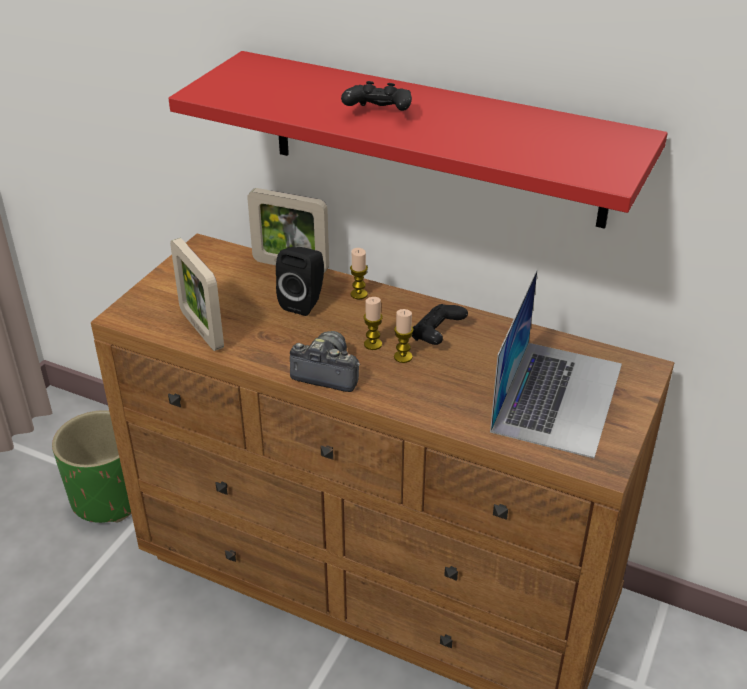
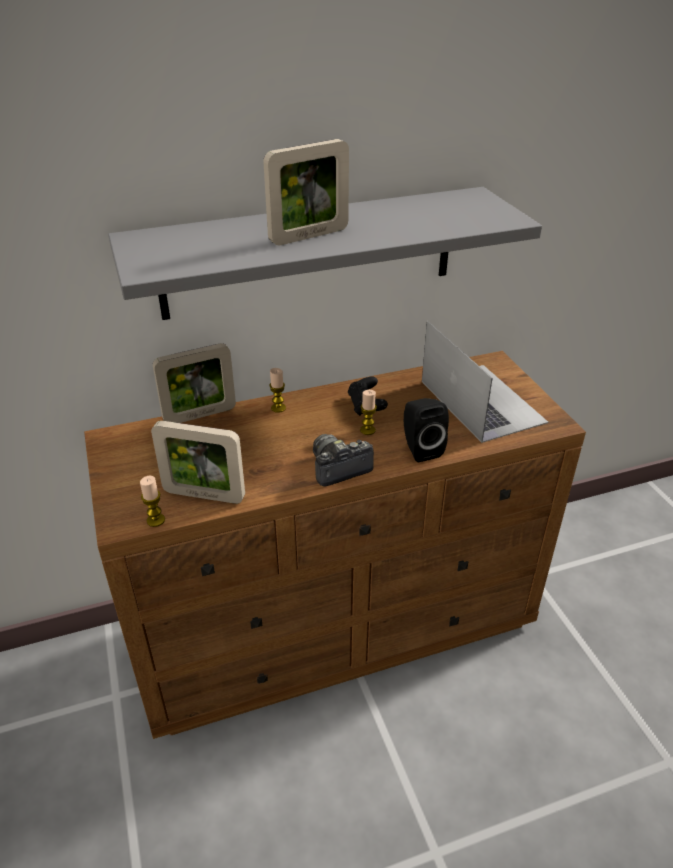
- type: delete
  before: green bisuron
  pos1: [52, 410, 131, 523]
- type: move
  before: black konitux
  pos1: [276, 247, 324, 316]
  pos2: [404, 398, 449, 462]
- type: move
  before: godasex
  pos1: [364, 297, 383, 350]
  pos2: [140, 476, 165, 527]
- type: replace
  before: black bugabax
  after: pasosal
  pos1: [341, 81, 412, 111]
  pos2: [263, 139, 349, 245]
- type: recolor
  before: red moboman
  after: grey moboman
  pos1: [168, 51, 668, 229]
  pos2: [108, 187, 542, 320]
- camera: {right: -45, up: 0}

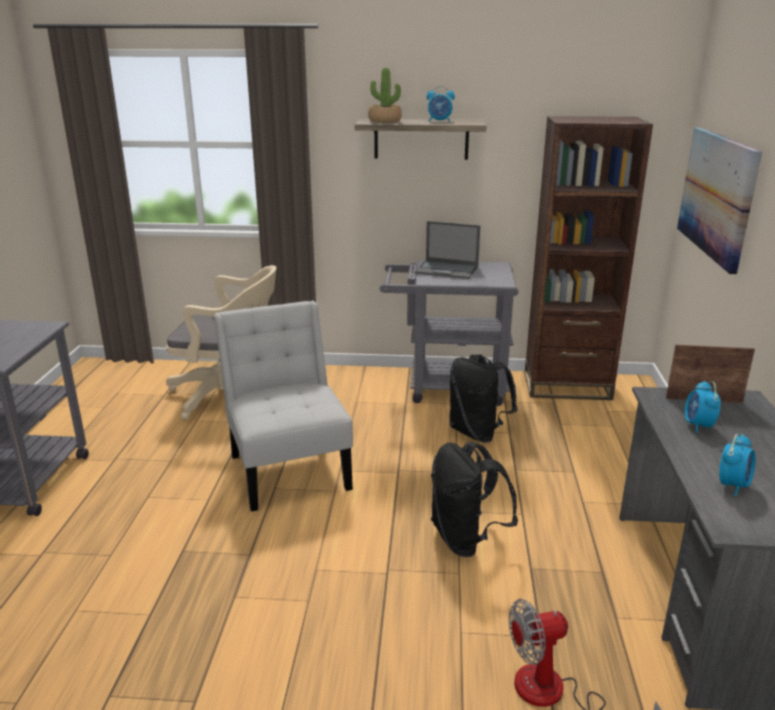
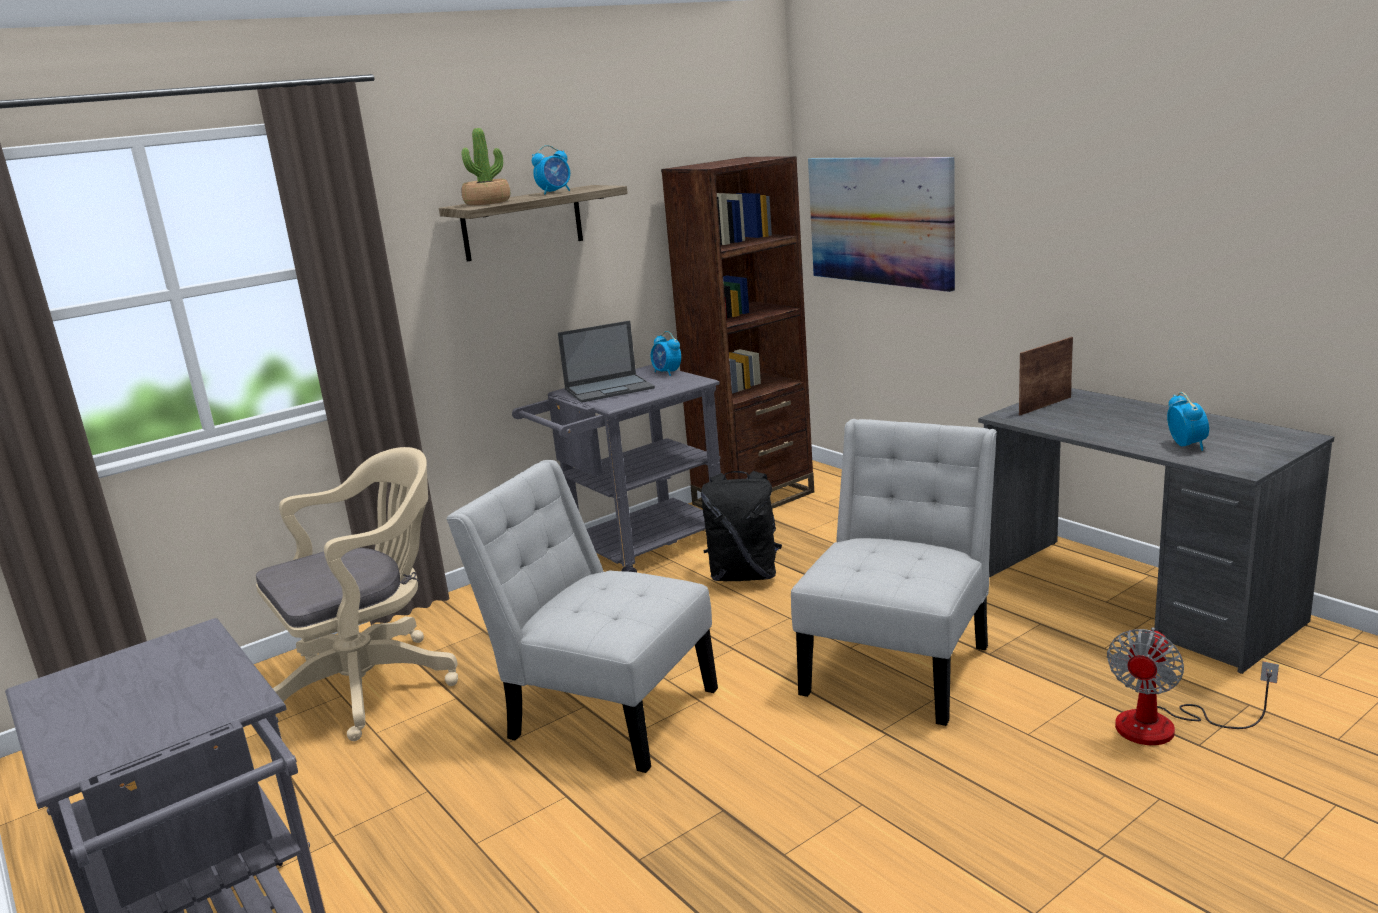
- type: move
  before: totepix
  pos1: [685, 381, 721, 433]
  pos2: [651, 331, 681, 376]
- type: replace
  before: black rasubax
  after: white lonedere
  pos1: [431, 442, 518, 557]
  pos2: [791, 419, 997, 726]
- camera: {right: -40, up: -5}

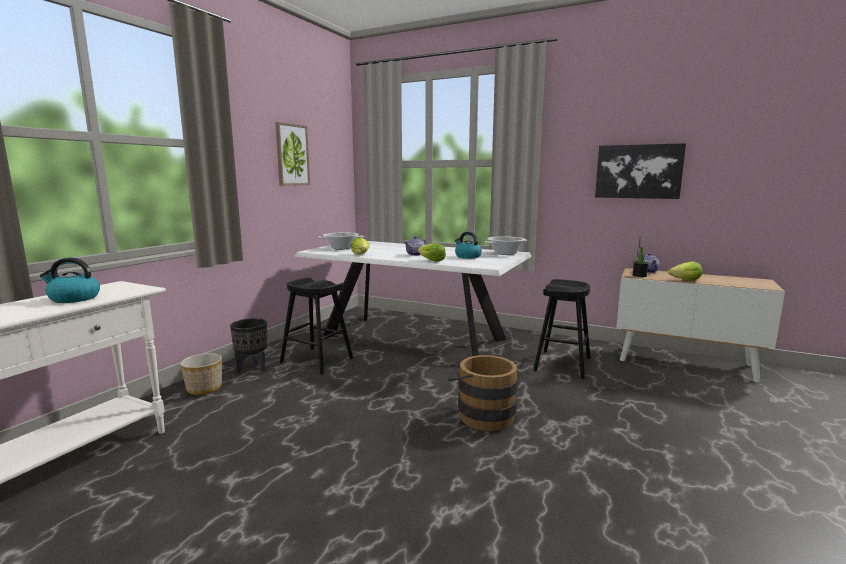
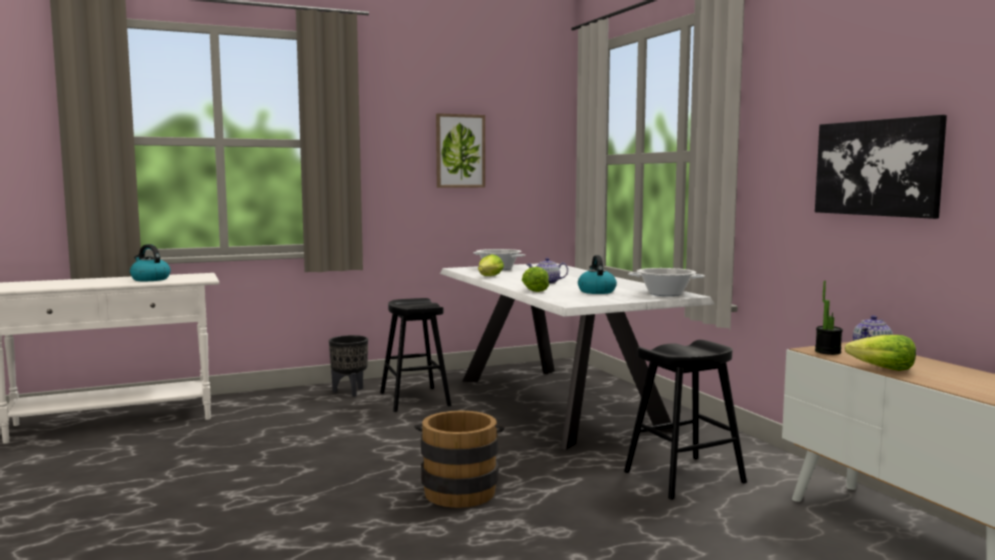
- type: delete
  before: bisuron
  pos1: [180, 353, 222, 395]
- camera: {right: 40, up: -5}

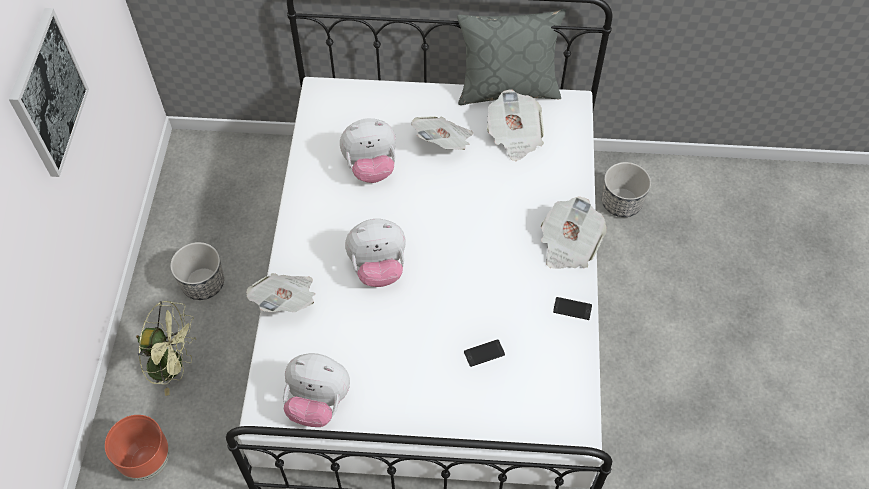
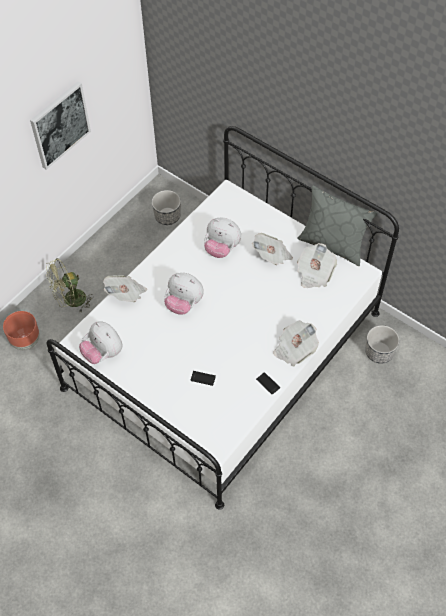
- type: move
  before: bisuron
  pos1: [170, 242, 224, 300]
  pos2: [152, 190, 181, 225]
- type: rotate
  before: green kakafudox
  pos1: [136, 301, 196, 396]
  pos2: [46, 258, 93, 313]
  turn: 105
- camera: {right: 35, up: 0}

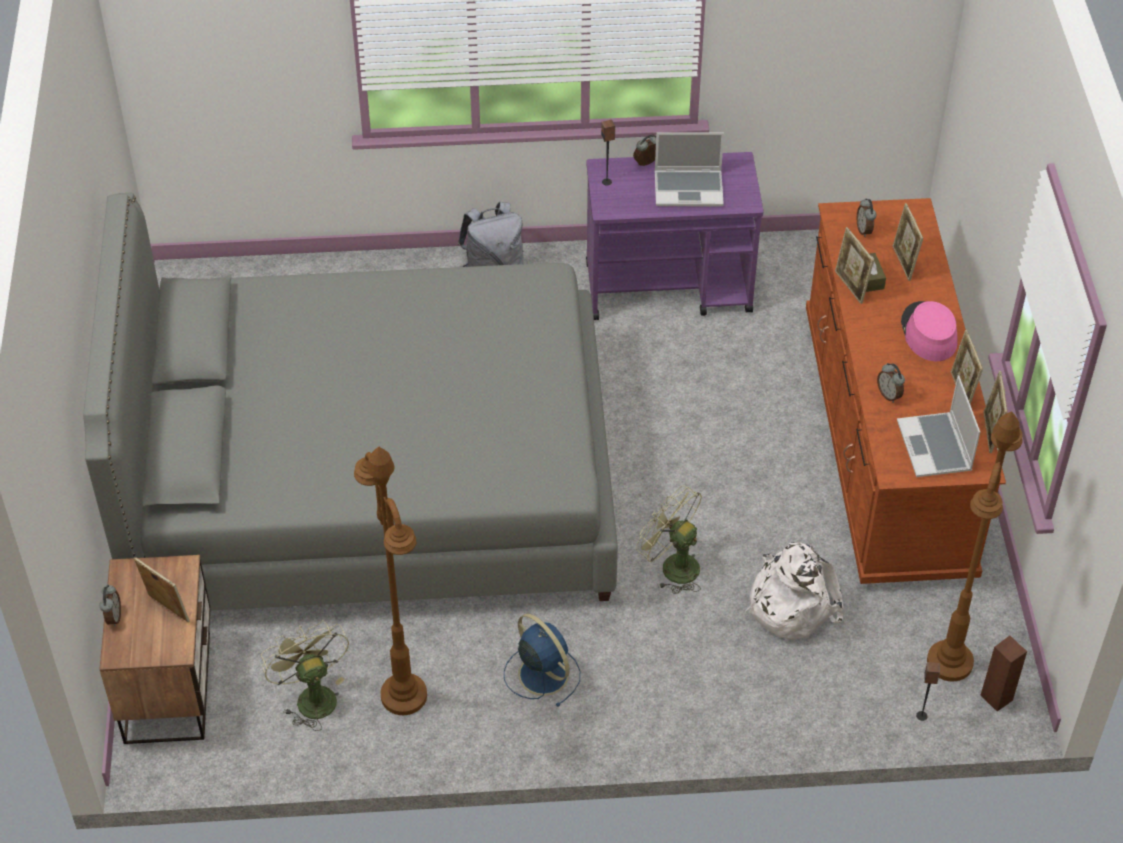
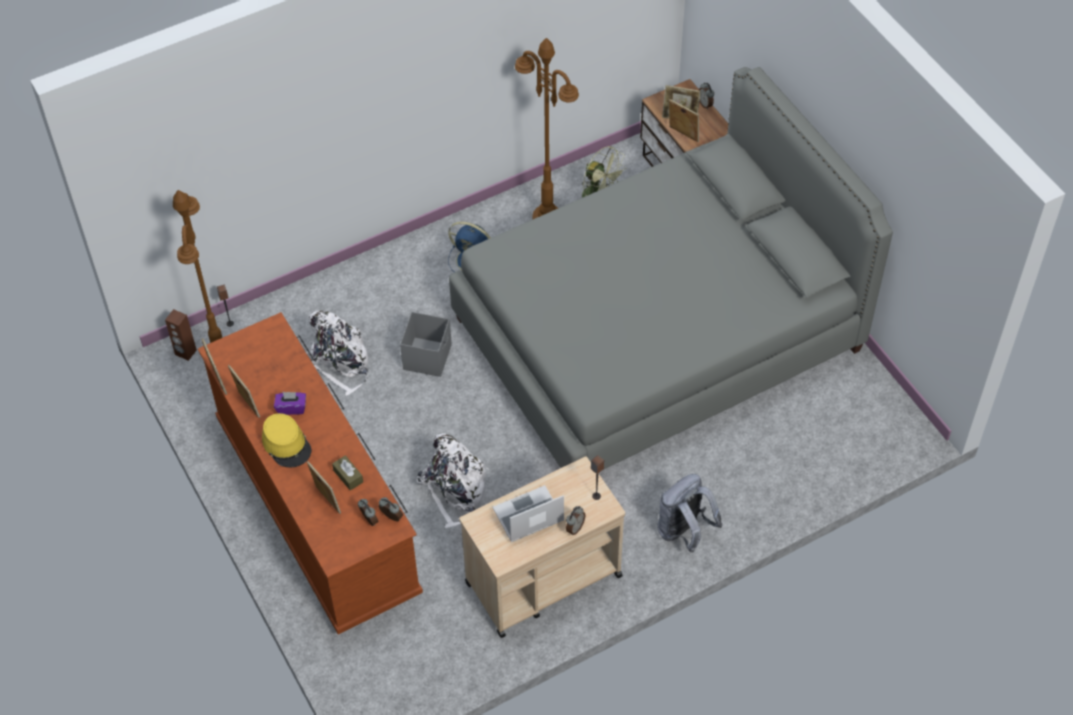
- type: delete
  before: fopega
  pos1: [897, 375, 980, 477]
- type: insert
  after: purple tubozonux
  pos2: [274, 392, 306, 415]
- type: insert
  after: white rasubax
  pos2: [417, 433, 489, 528]
- type: move
  before: pasosal
  pos1: [835, 227, 874, 304]
  pos2: [669, 99, 699, 142]
- type: move
  before: totepix
  pos1: [877, 363, 905, 403]
  pos2: [378, 497, 403, 521]
- type: replace
  before: green kakafudox
  after: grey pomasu
  pos1: [636, 485, 702, 594]
  pos2: [400, 312, 452, 377]
- type: recolor
  before: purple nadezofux
  after: beige nadezofux
  pos1: [586, 152, 763, 320]
  pos2: [459, 457, 625, 638]
- type: recolor
  before: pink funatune
  after: yellow funatune
  pos1: [901, 301, 958, 361]
  pos2: [262, 413, 312, 468]
- camera: {right: 155, up: 5}

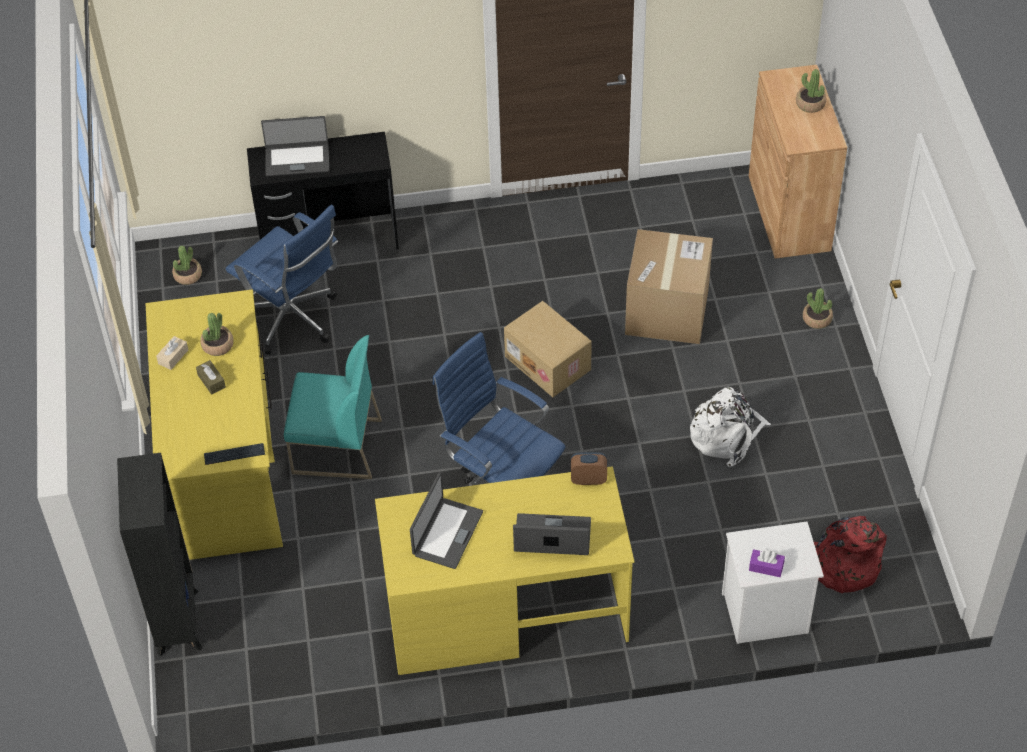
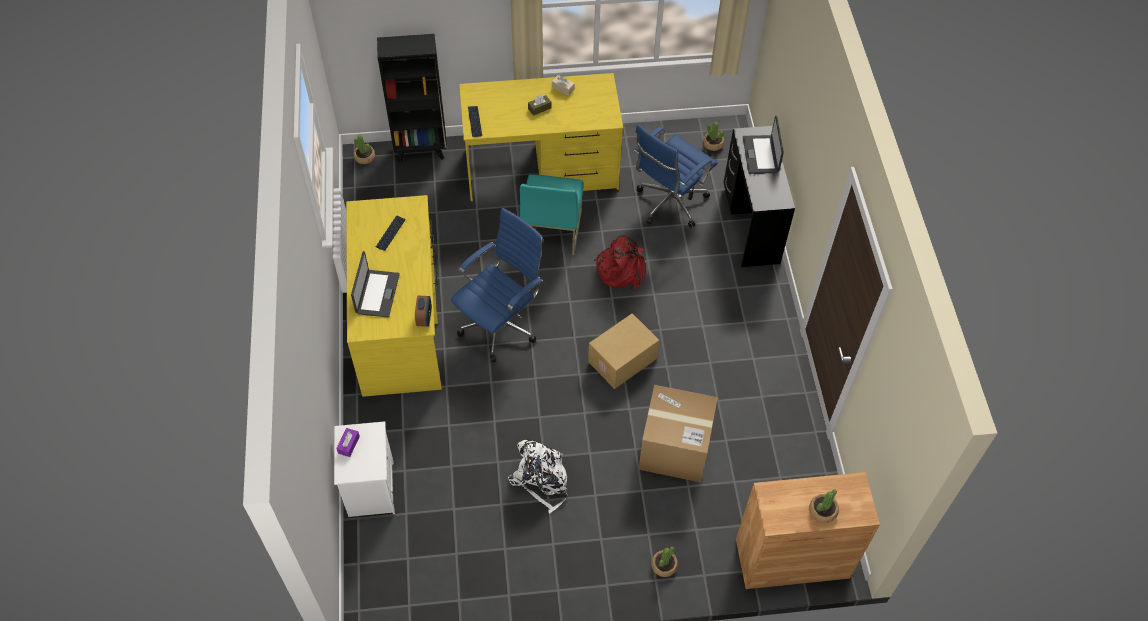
- type: move
  before: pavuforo
  pos1: [200, 313, 234, 356]
  pos2: [354, 135, 375, 164]
- type: move
  before: red rasubax
  pos1: [814, 516, 887, 594]
  pos2: [594, 235, 645, 289]
- type: replace
  before: fopega
  after: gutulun
  pos1: [410, 472, 483, 569]
  pos2: [376, 215, 406, 251]
- camera: {right: 90, up: 5}

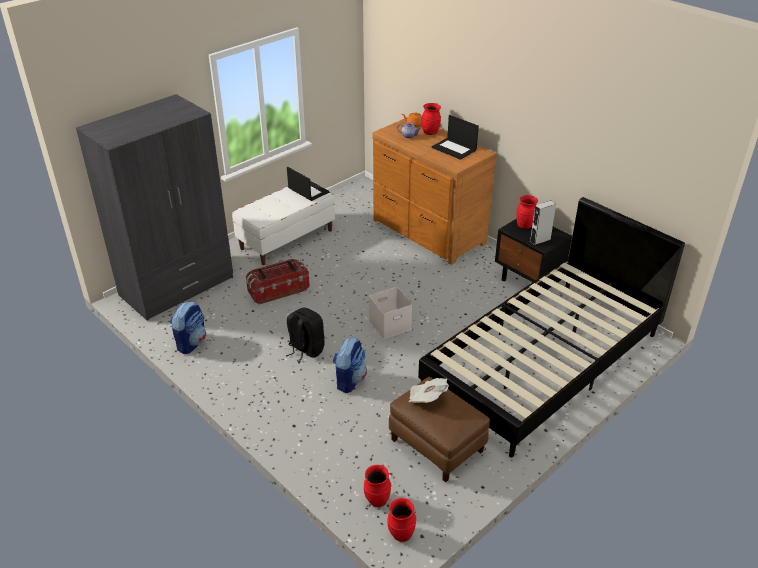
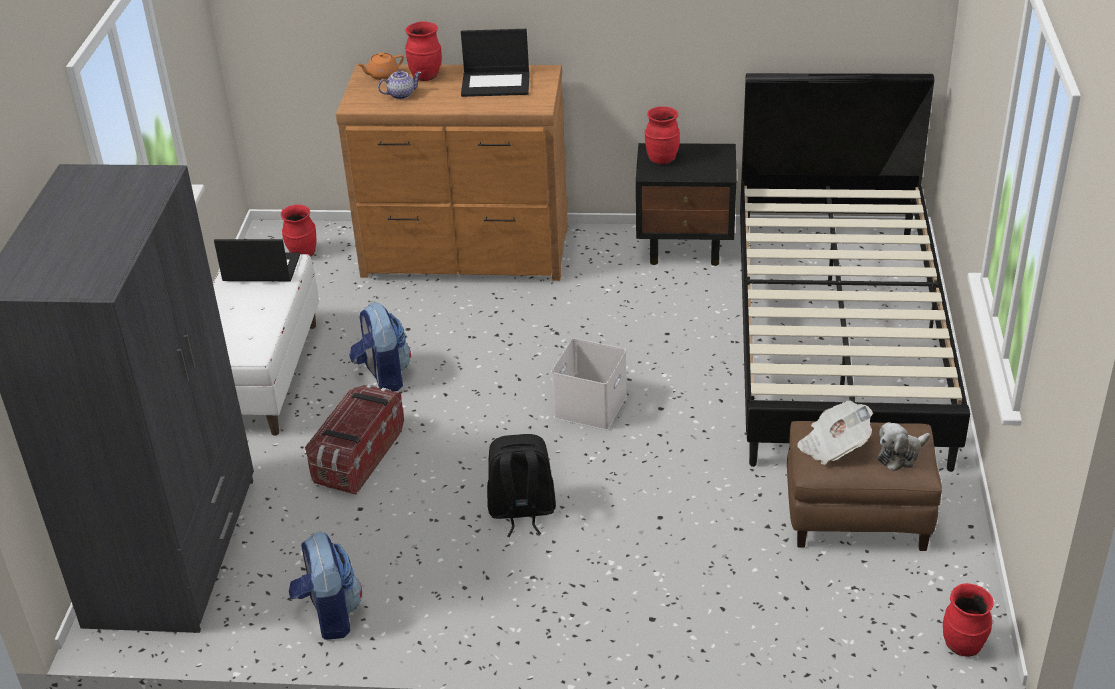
- type: delete
  before: grey konitux
  pos1: [530, 200, 556, 245]
- type: insert
  after: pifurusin
  pos2: [878, 422, 930, 471]
- type: move
  before: rasubax
  pos1: [333, 337, 367, 393]
  pos2: [349, 303, 411, 392]
- type: move
  before: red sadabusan
  pos1: [364, 465, 391, 507]
  pos2: [281, 204, 316, 257]
- camera: {right: -40, up: 0}

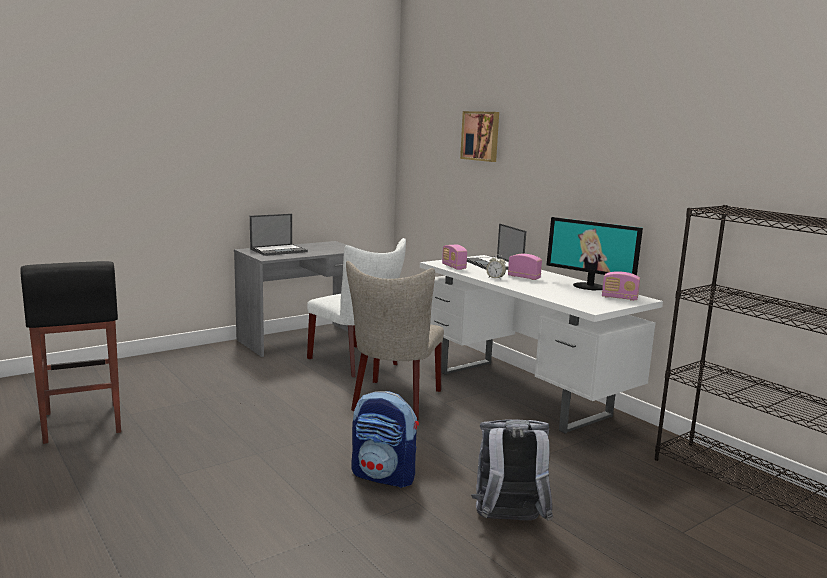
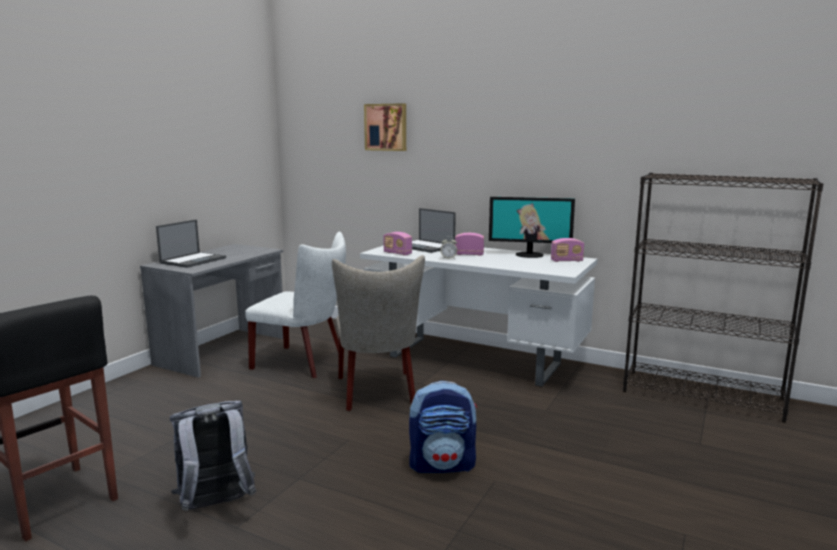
- type: move
  before: grey rasubax
  pos1: [471, 420, 553, 520]
  pos2: [170, 401, 256, 511]
- camera: {right: -25, up: 0}

